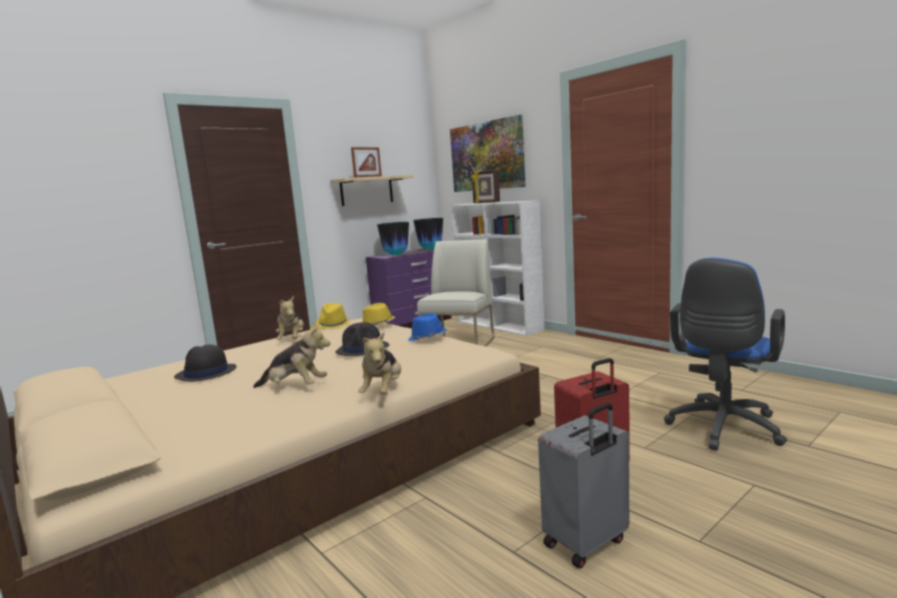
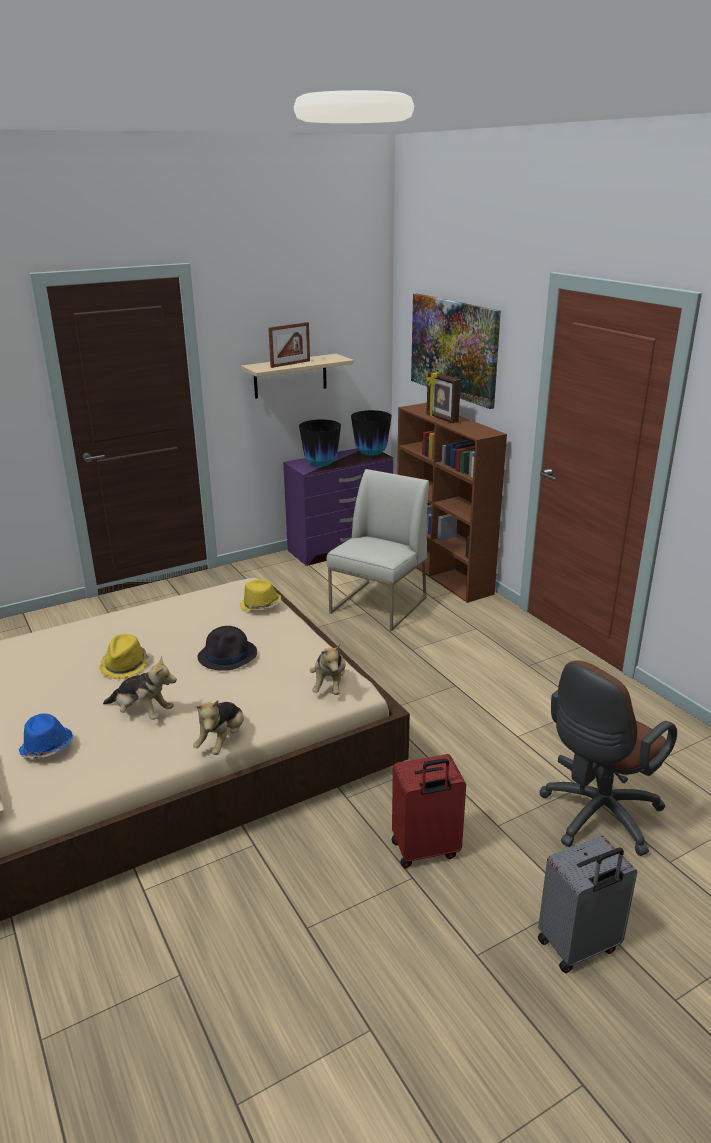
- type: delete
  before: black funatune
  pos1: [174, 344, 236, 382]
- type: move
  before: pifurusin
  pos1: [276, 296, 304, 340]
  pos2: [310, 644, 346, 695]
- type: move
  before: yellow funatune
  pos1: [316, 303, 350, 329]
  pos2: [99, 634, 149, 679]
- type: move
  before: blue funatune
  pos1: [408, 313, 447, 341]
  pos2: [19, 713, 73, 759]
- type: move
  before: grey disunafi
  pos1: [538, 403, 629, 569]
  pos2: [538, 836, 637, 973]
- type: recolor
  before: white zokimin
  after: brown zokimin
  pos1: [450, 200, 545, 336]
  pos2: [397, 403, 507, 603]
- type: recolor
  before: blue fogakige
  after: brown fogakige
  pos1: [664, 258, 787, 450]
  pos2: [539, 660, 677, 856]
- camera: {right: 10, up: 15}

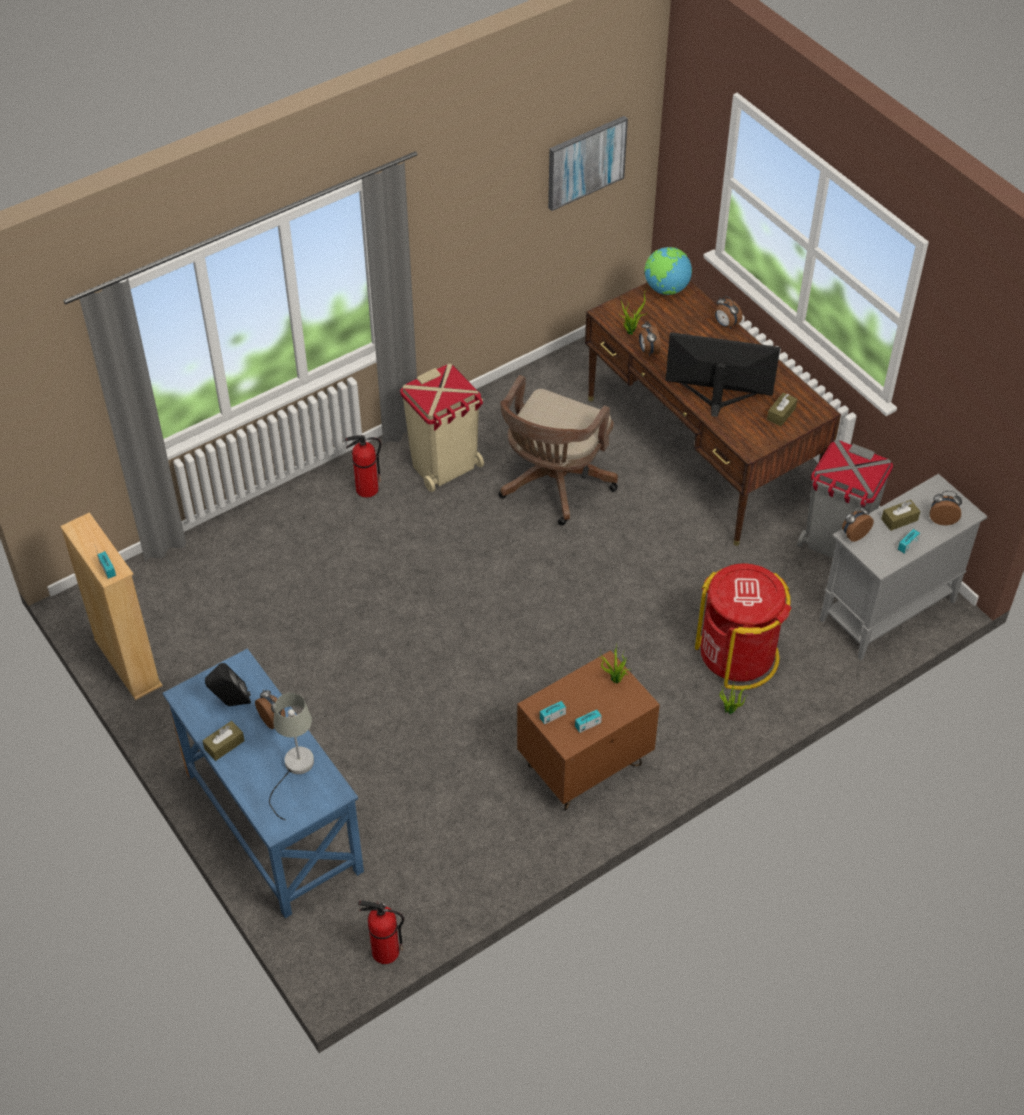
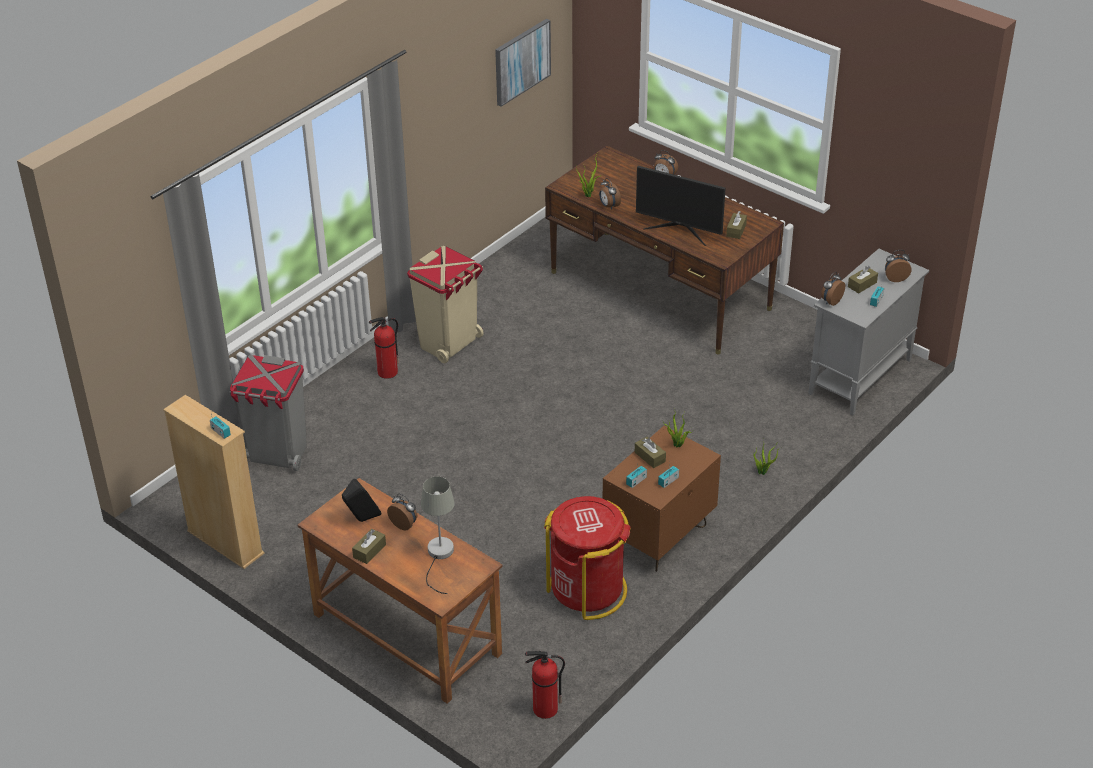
- type: delete
  before: brown fogakige
  pos1: [499, 375, 618, 526]
- type: delete
  before: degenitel
  pos1: [644, 247, 692, 295]
- type: insert
  after: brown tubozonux
  pos2: [635, 437, 666, 468]
- type: move
  before: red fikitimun
  pos1: [695, 563, 791, 690]
  pos2: [544, 496, 631, 620]
- type: move
  before: grey fikitimun
  pos1: [797, 440, 893, 558]
  pos2: [230, 355, 307, 471]
- type: recolor
  before: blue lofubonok
  after: brown lofubonok
  pos1: [162, 649, 364, 918]
  pos2: [298, 478, 503, 704]
- type: rotate
  before: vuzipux
  pos1: [665, 332, 780, 417]
  pos2: [636, 166, 726, 246]
  turn: -150
- camera: {right: -15, up: -10}

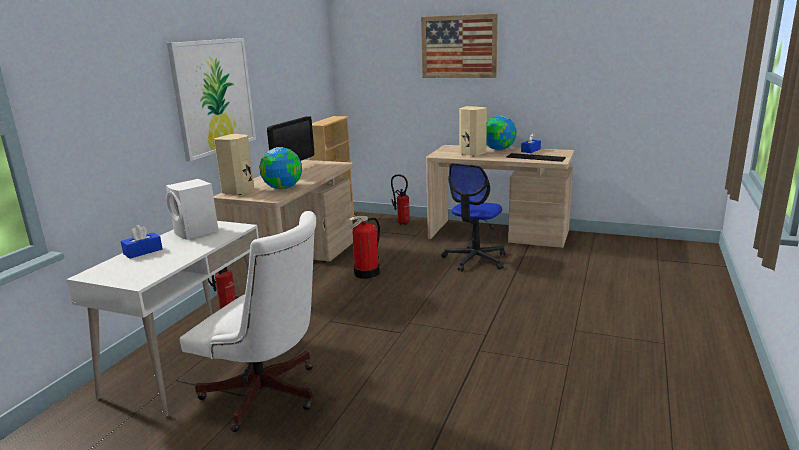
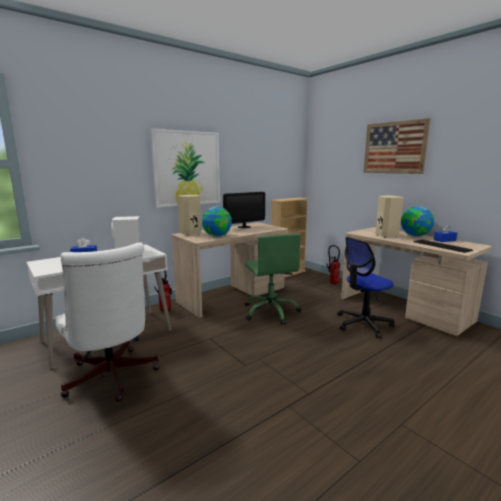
- type: replace
  before: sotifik
  after: green fogakige
  pos1: [347, 215, 380, 279]
  pos2: [245, 233, 301, 325]
- camera: {right: 30, up: -5}

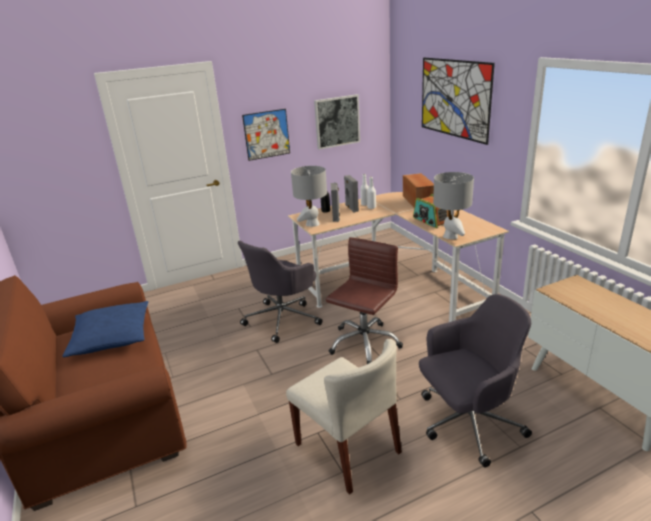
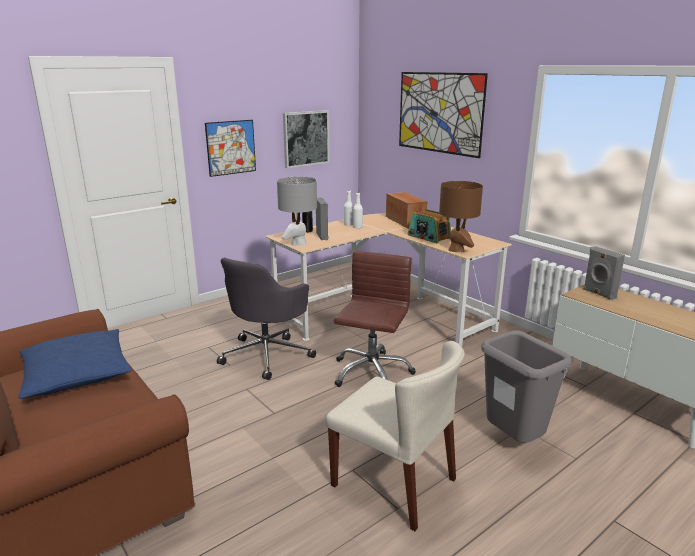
- type: move
  before: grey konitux
  pos1: [344, 175, 359, 212]
  pos2: [583, 246, 625, 300]
- type: replace
  before: grey fogakige
  after: grey fikitimun
  pos1: [419, 294, 532, 467]
  pos2: [481, 330, 572, 443]
- type: recolor
  before: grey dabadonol
  after: brown dabadonol
  pos1: [433, 172, 474, 239]
  pos2: [439, 181, 483, 252]
- camera: {right: -15, up: -5}

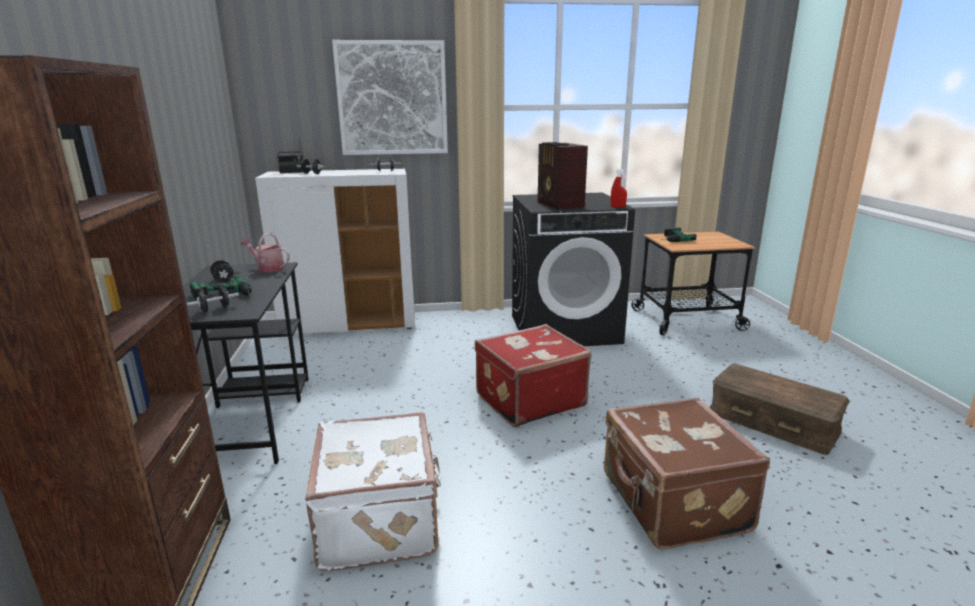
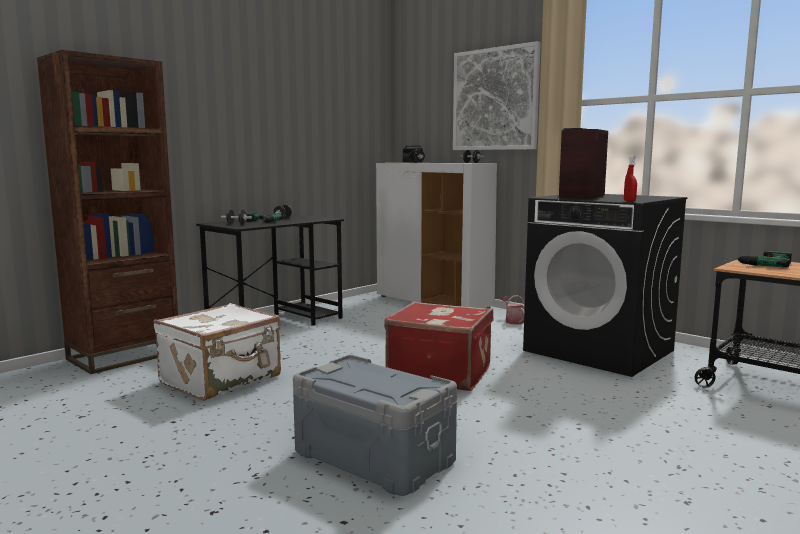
- type: delete
  before: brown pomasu
  pos1: [710, 364, 850, 455]
- type: move
  before: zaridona
  pos1: [240, 233, 290, 272]
  pos2: [501, 295, 525, 325]
- type: replace
  before: brown disunafi
  after: grey pomasu
  pos1: [604, 398, 770, 549]
  pos2: [293, 355, 457, 496]
- camera: {right: 50, up: -10}

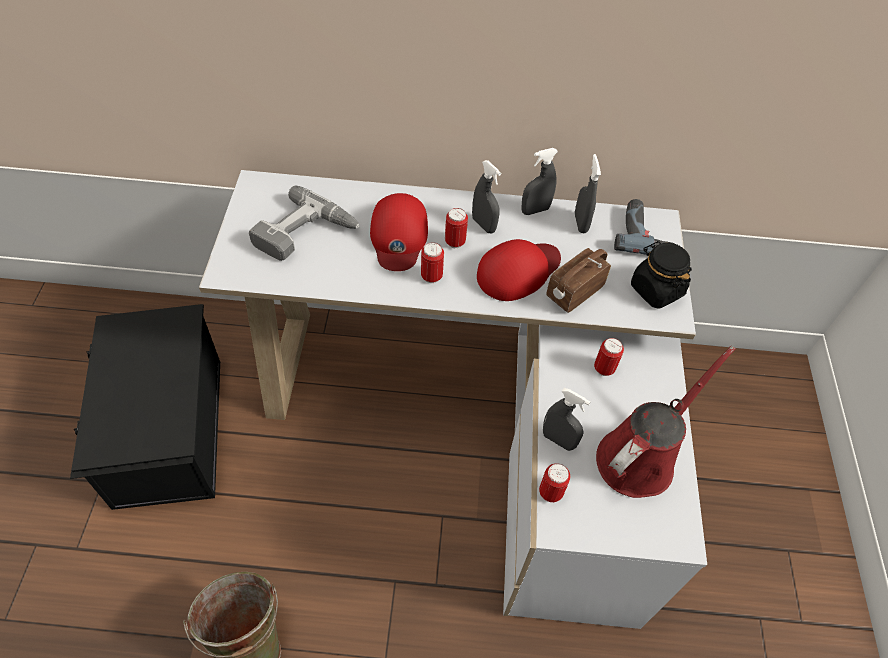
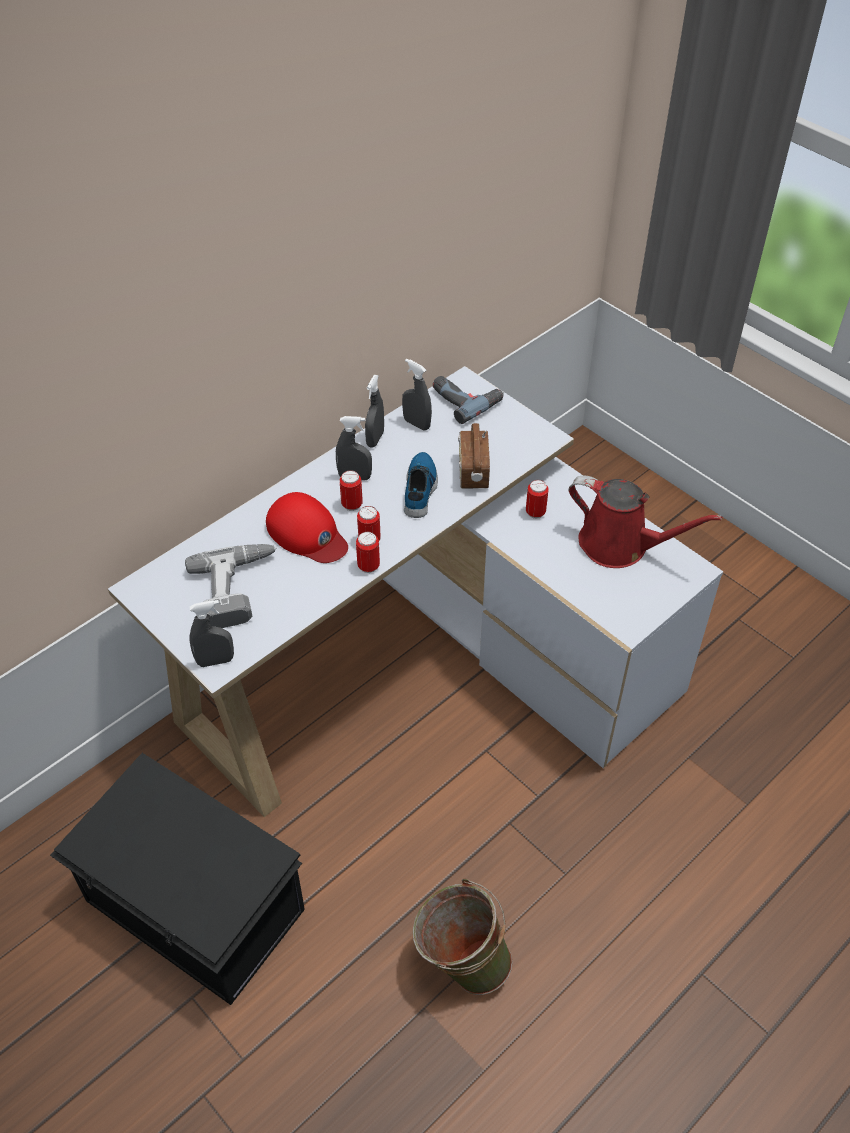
- type: delete
  before: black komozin
  pos1: [631, 241, 692, 309]
- type: move
  before: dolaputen
  pos1: [539, 463, 570, 502]
  pos2: [356, 532, 380, 573]
- type: move
  before: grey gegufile
  pos1: [543, 388, 590, 451]
  pos2: [189, 600, 234, 667]
- type: replace
  before: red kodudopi
  after: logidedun
  pos1: [477, 239, 561, 301]
  pos2: [404, 452, 438, 518]
- type: rotate
  before: red zaridona
  pos1: [596, 346, 736, 498]
  pos2: [569, 475, 722, 568]
  turn: 120
- camera: {right: -45, up: -5}

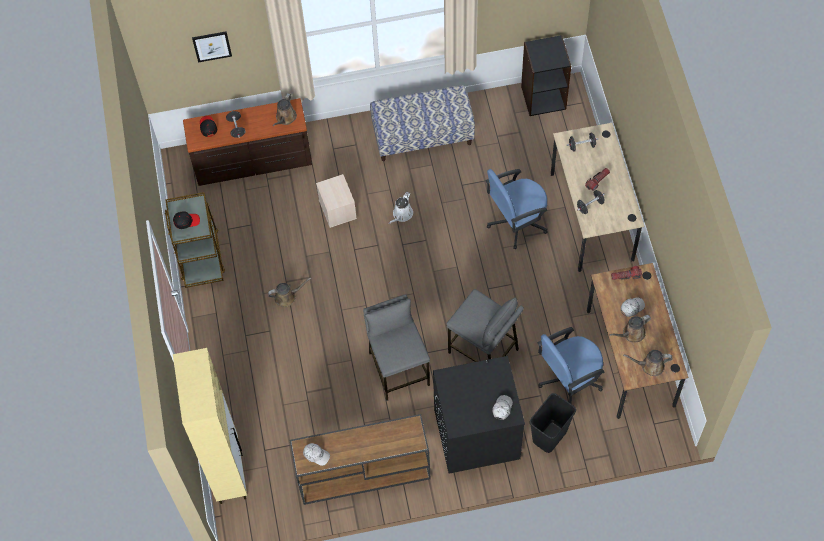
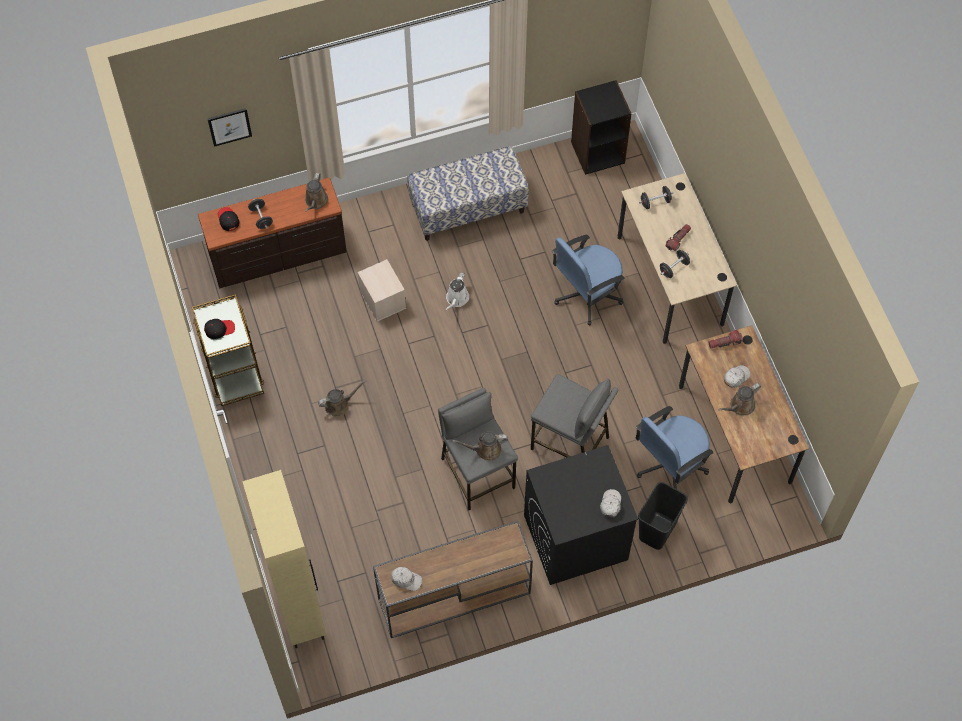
- type: move
  before: brown zaridona
  pos1: [623, 350, 672, 376]
  pos2: [452, 431, 508, 461]
- camera: {right: -10, up: 0}

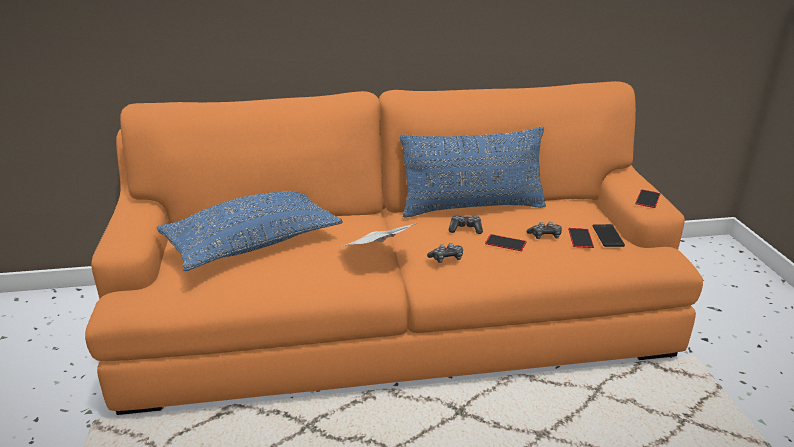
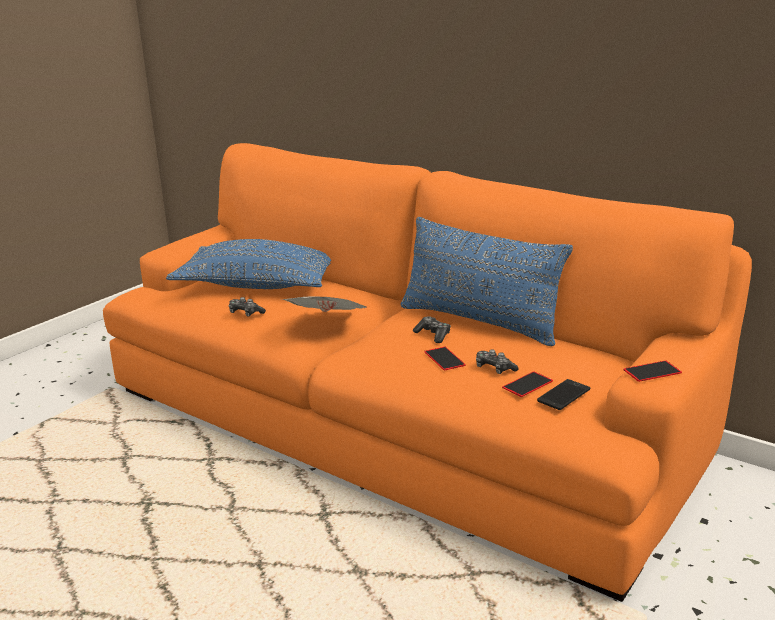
- type: move
  before: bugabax
  pos1: [427, 243, 463, 263]
  pos2: [229, 297, 266, 317]
- camera: {right: 45, up: -5}

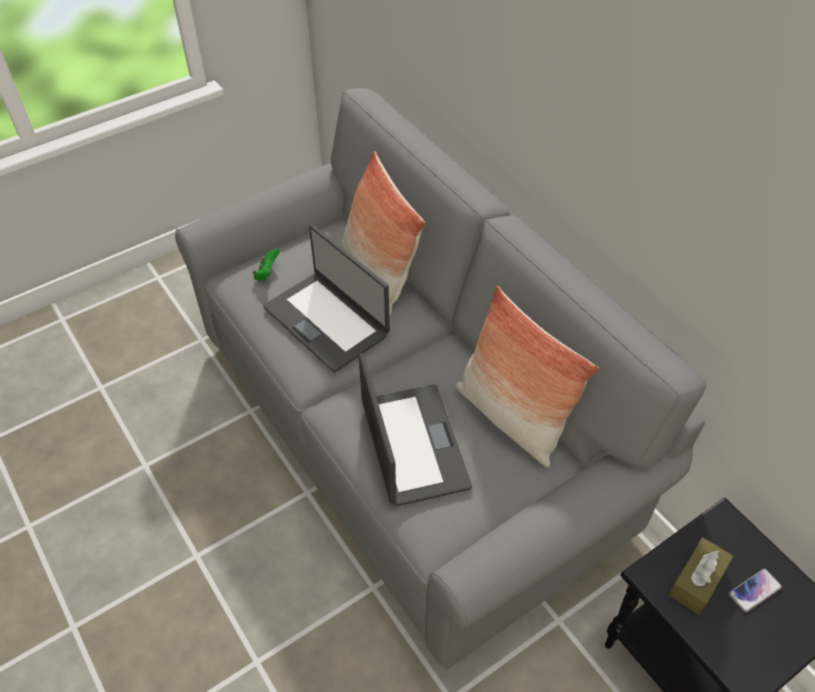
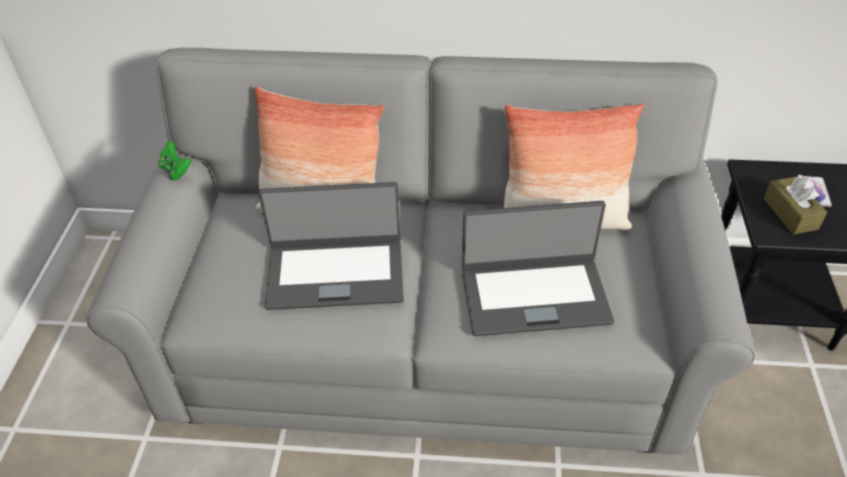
- type: move
  before: green bugabax
  pos1: [253, 248, 280, 281]
  pos2: [158, 141, 191, 180]
- type: rotate
  before: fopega
  pos1: [359, 353, 472, 506]
  pos2: [462, 201, 614, 336]
  turn: 150
- camera: {right: -50, up: -5}

